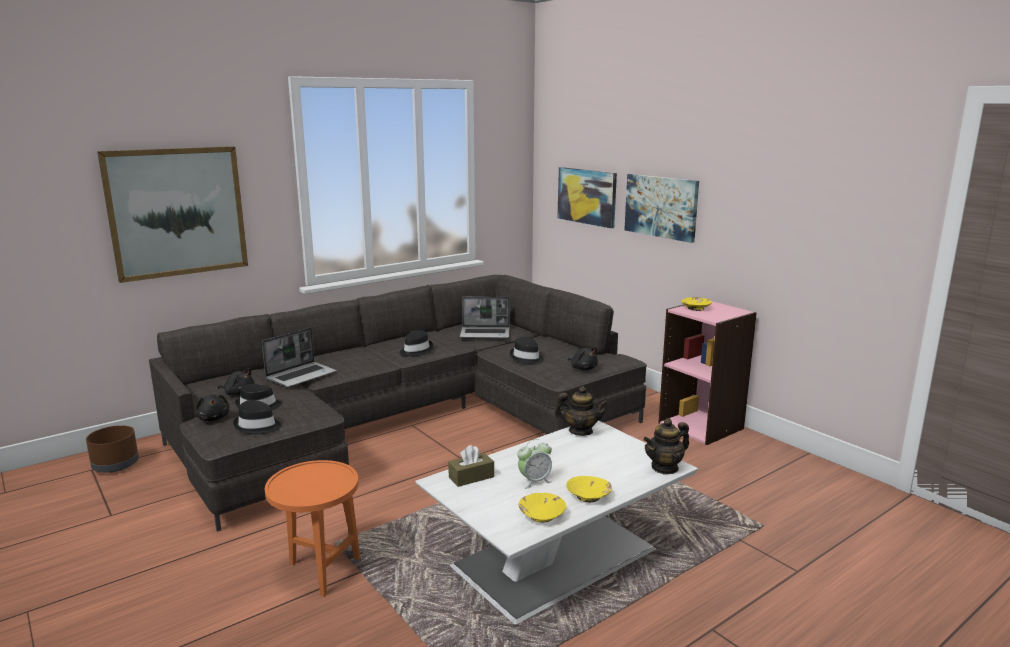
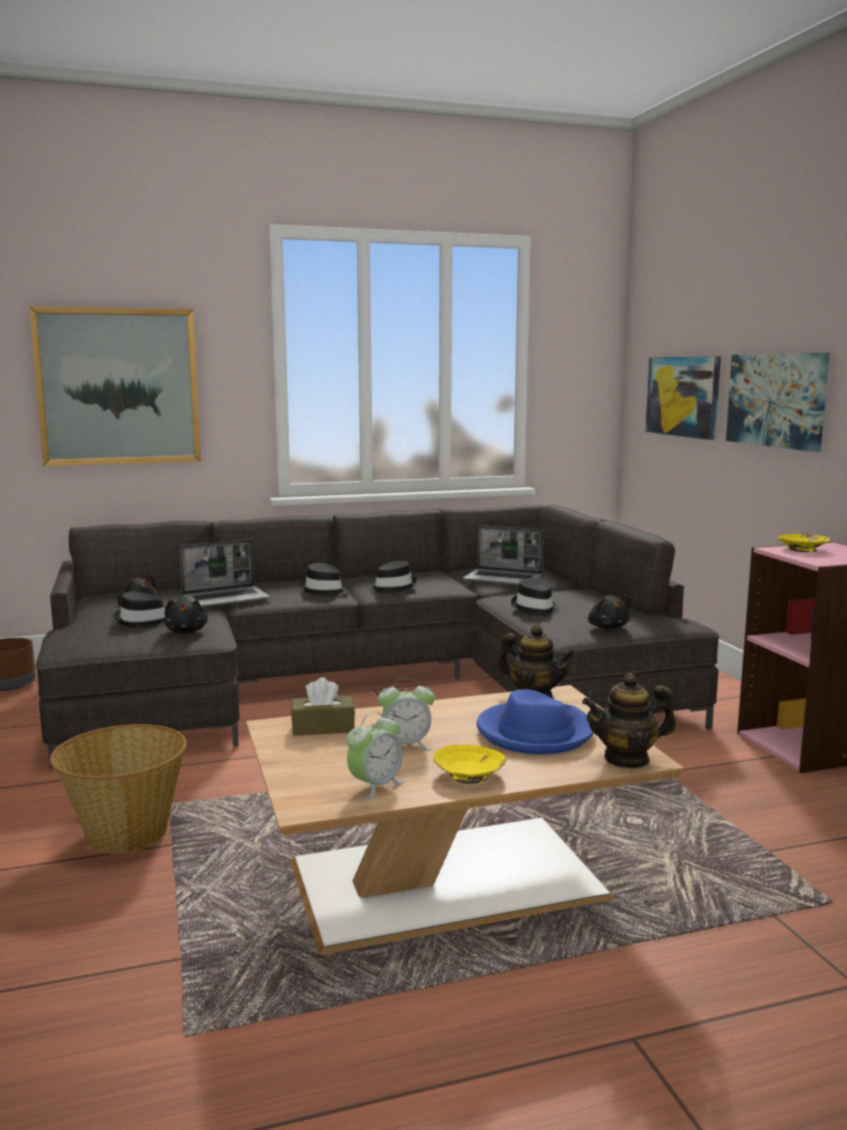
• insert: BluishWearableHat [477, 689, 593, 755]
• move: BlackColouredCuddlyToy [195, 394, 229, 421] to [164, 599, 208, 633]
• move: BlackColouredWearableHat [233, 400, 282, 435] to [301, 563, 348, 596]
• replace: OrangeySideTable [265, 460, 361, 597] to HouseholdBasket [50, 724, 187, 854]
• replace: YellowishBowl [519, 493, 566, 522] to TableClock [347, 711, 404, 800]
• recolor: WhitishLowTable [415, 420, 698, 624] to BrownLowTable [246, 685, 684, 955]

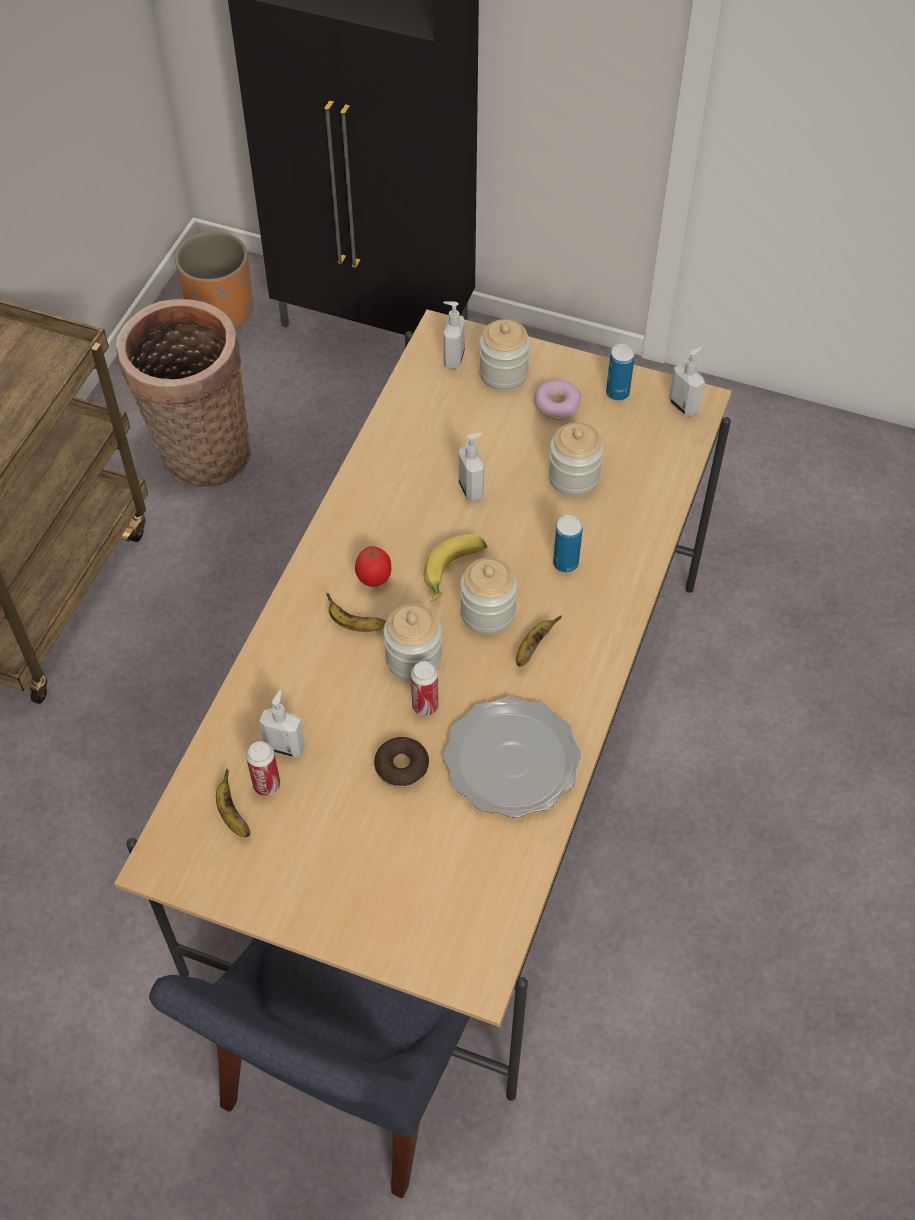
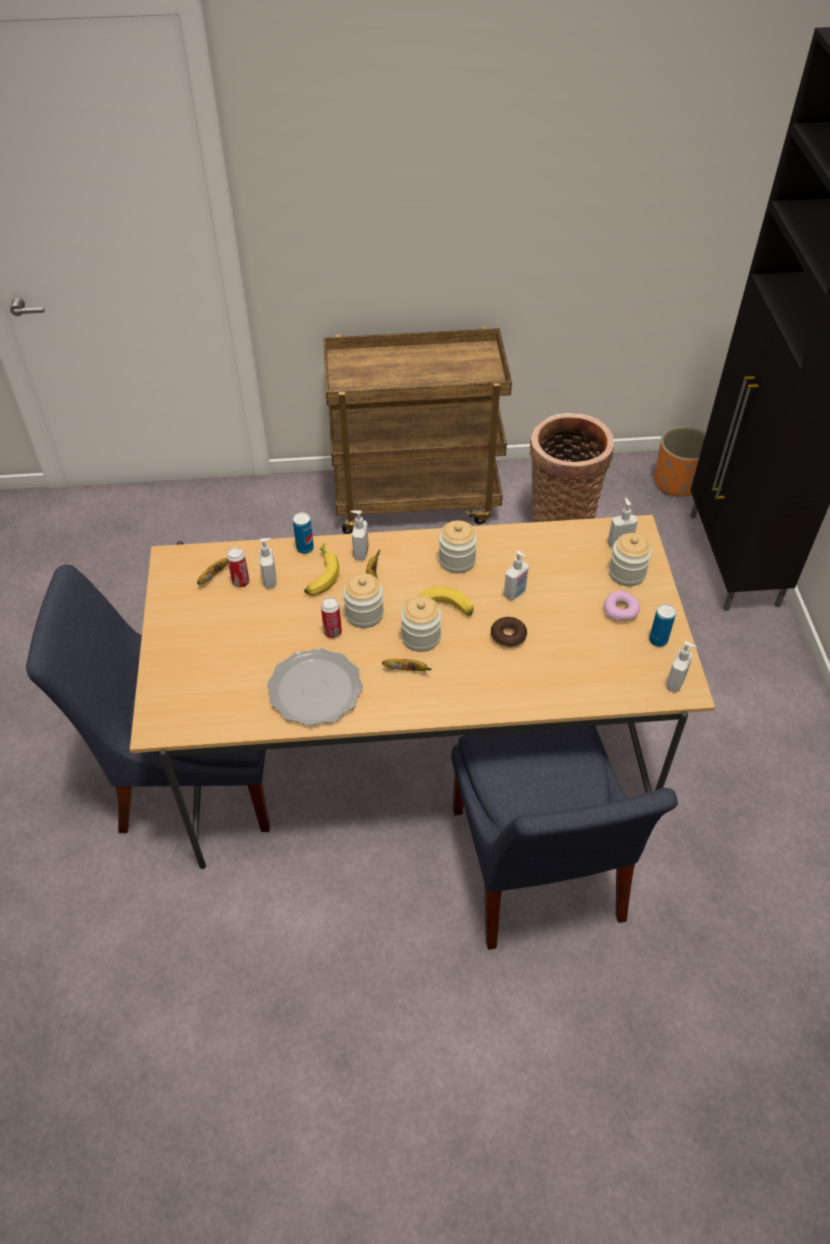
• delete: Tomato [355, 546, 391, 587]
• insert: Banana [304, 543, 339, 596]
• insert: SoapBottle [350, 510, 369, 560]
• insert: BluishUprightChair [451, 726, 678, 950]
• move: Doughnut [374, 737, 429, 788] to [491, 617, 527, 648]
• move: Jar [548, 422, 604, 496] to [439, 520, 477, 574]
• move: SealedCan [553, 515, 583, 573] to [293, 512, 314, 554]

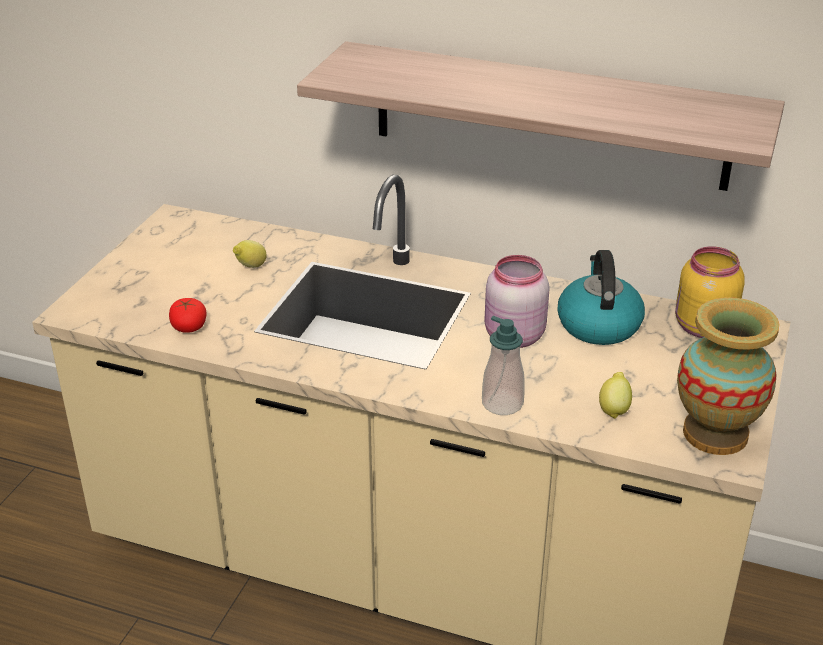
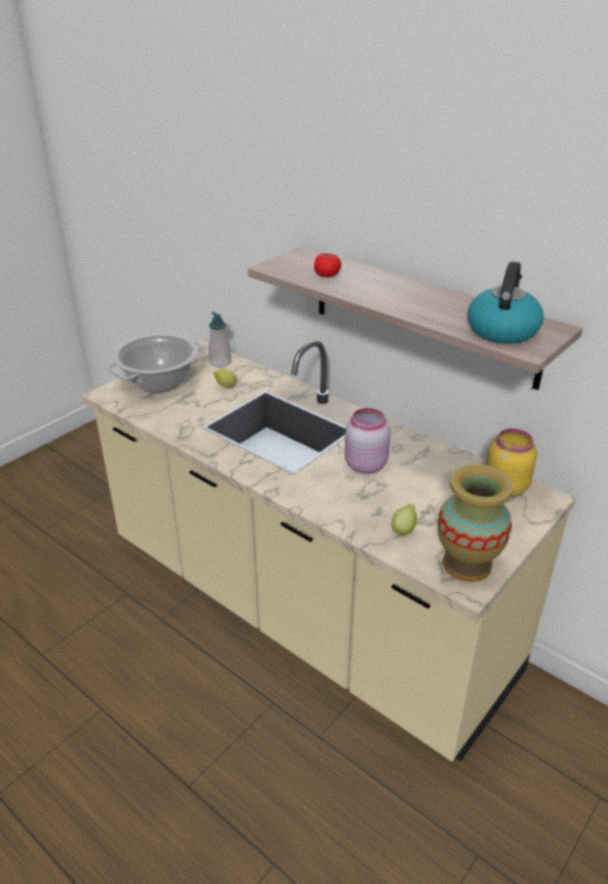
• insert: CookingPot [107, 334, 204, 393]
• move: Tomato [169, 298, 206, 333] to [314, 253, 341, 277]
• move: SoapBottle [482, 316, 525, 415] to [208, 312, 231, 367]
• move: WaterKettle [558, 250, 645, 345] to [468, 262, 544, 344]

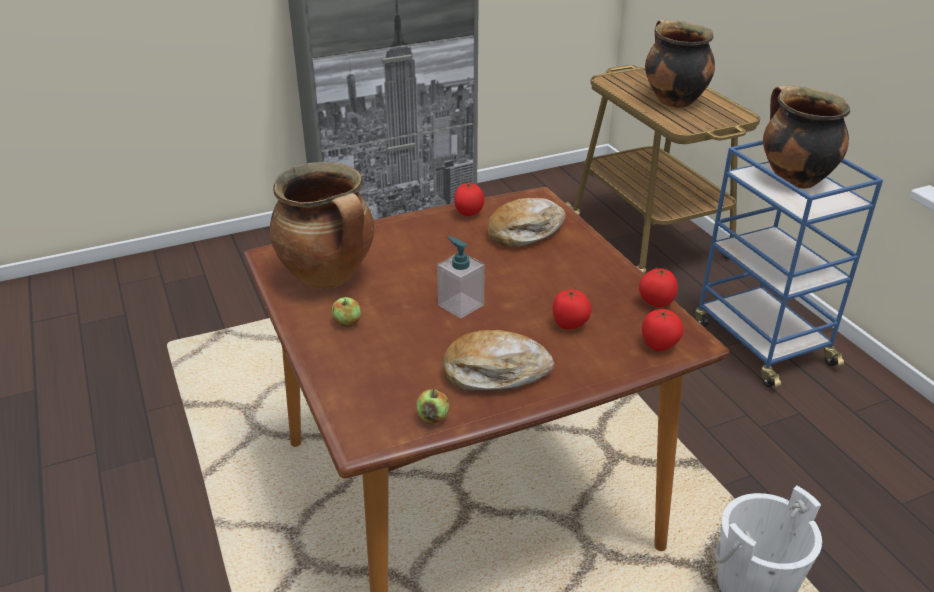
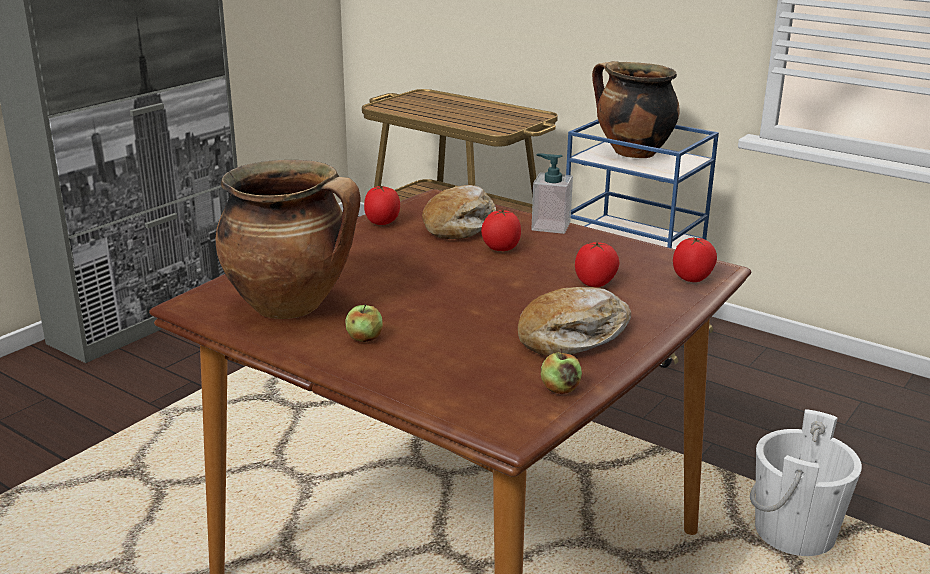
• delete: CookingPot [645, 20, 715, 108]
• move: SoapBottle [437, 236, 485, 319] to [531, 153, 573, 234]
• move: Tomato [639, 268, 678, 307] to [481, 209, 521, 251]

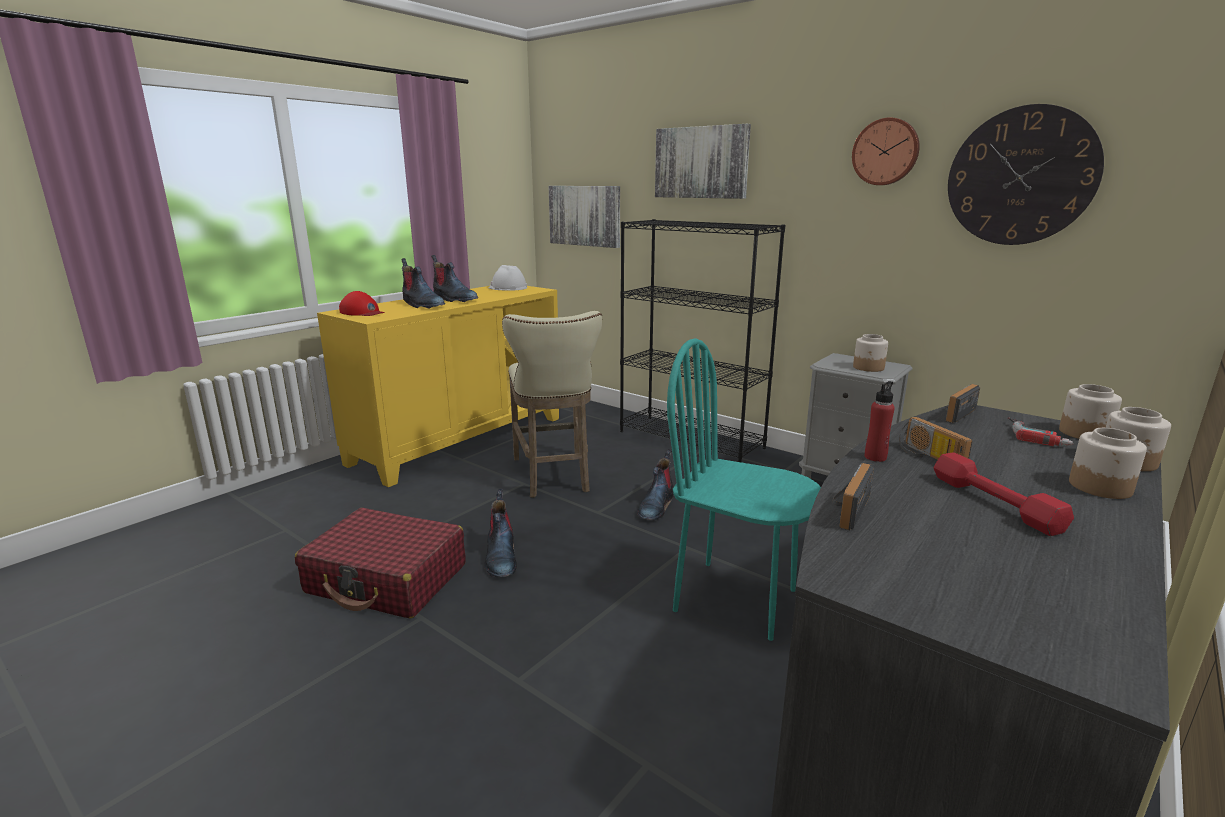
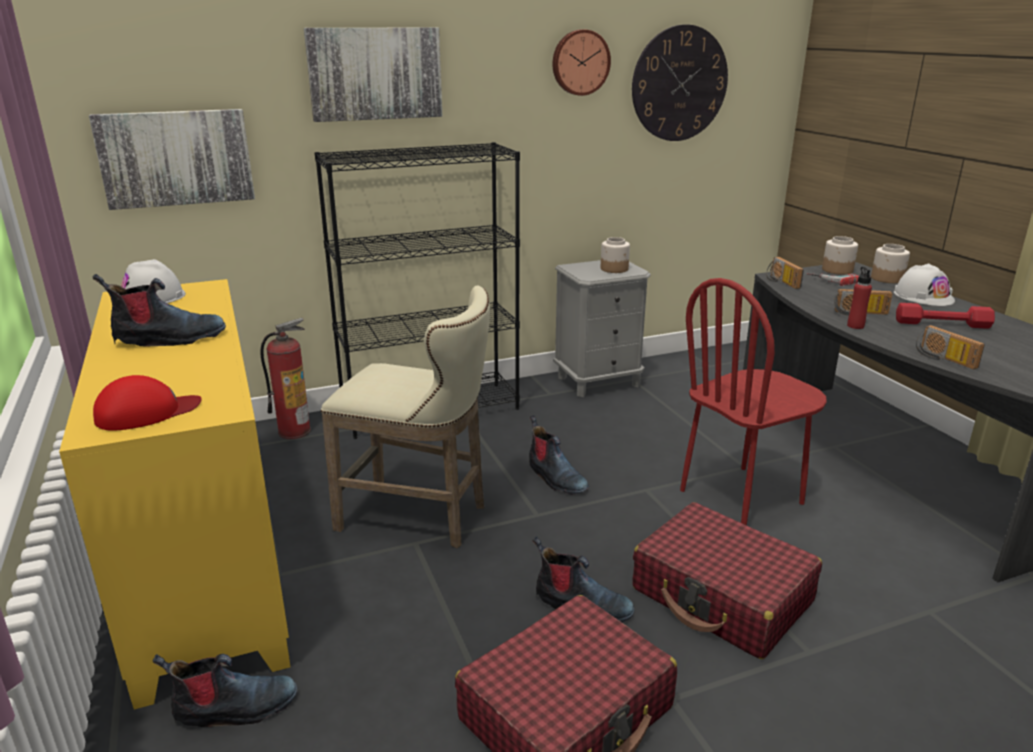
• insert: Extinguisher [261, 318, 311, 439]
• insert: RedColouredPieceOfLuggage [633, 502, 822, 659]
• move: HighTopBoot [401, 258, 445, 308] to [153, 654, 298, 727]
• replace: Jar [1069, 428, 1147, 499] to WhitishWorkHelmet [894, 263, 955, 306]
• recolor: BlueGreenUprightChair [667, 338, 821, 641] to RedColouredUprightChair [680, 278, 827, 525]

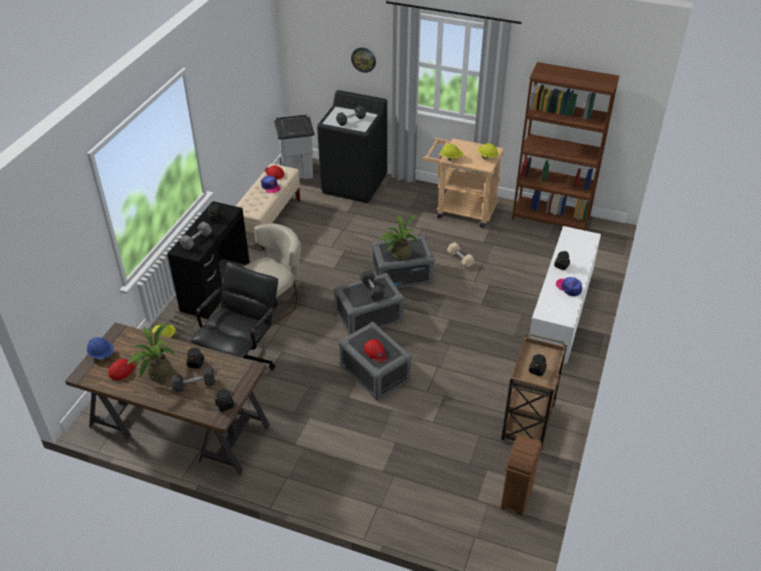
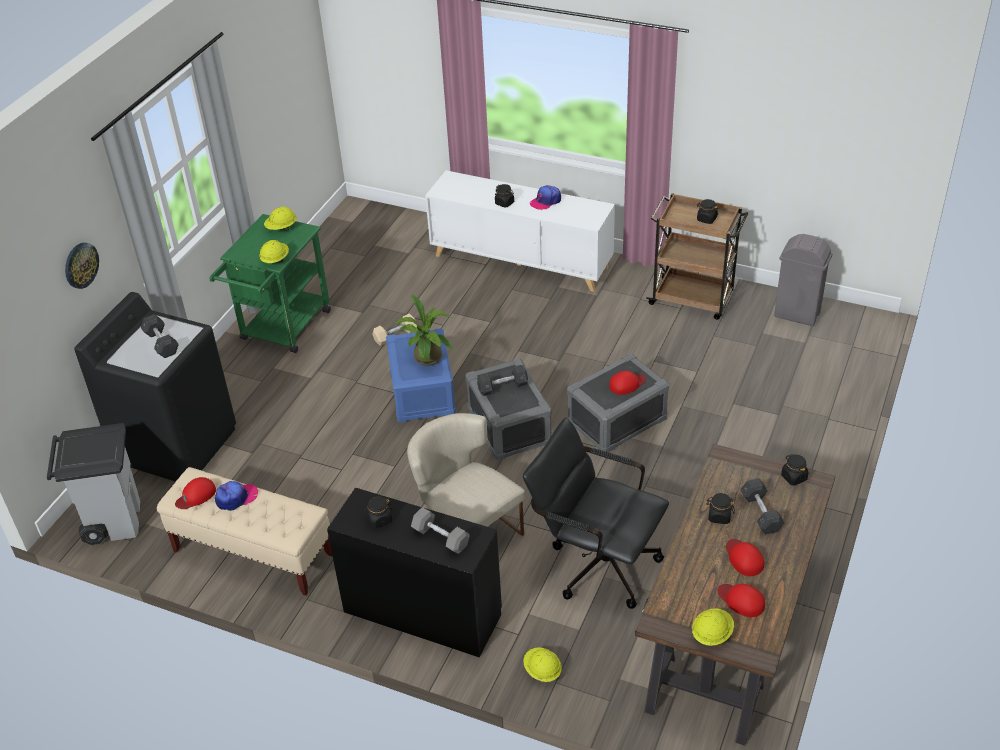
• delete: BrownBookshelf [512, 62, 619, 231]
• replace: PlantInAPot [126, 323, 175, 380] to RedColouredCap [726, 539, 764, 576]
• recolor: BluishWorkHelmet [87, 337, 114, 359] to YellowishWorkHelmet [692, 608, 734, 646]
• recolor: GreyStorageBox [372, 236, 435, 288] to BluishStorageBox [386, 328, 456, 422]
• recolor: SandColouredCart [423, 138, 504, 228] to GreenCart [210, 214, 331, 353]
• recolor: BrownRubbishBin [501, 435, 543, 516] to GreyRubbishBin [774, 234, 832, 326]

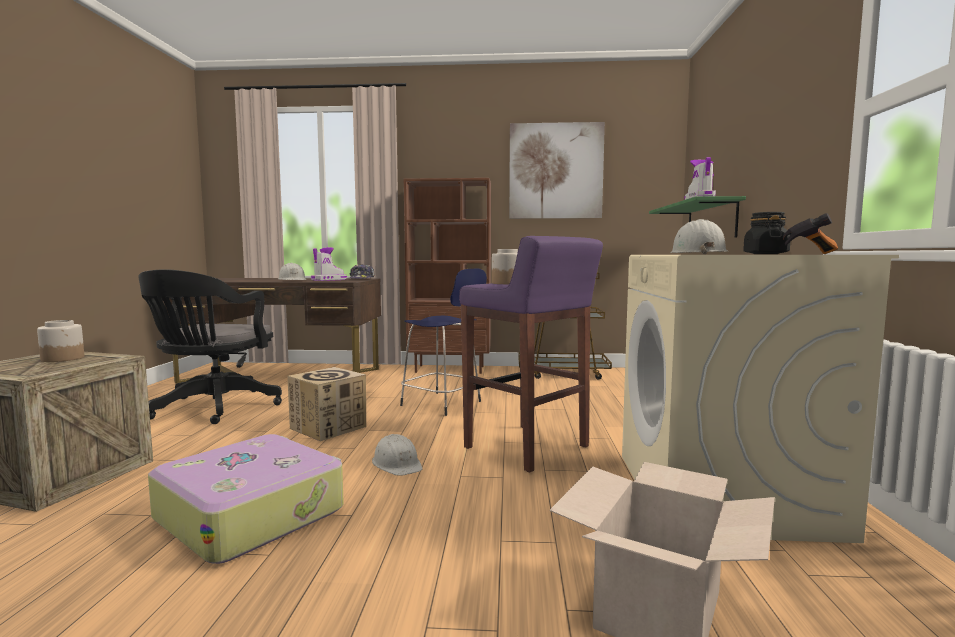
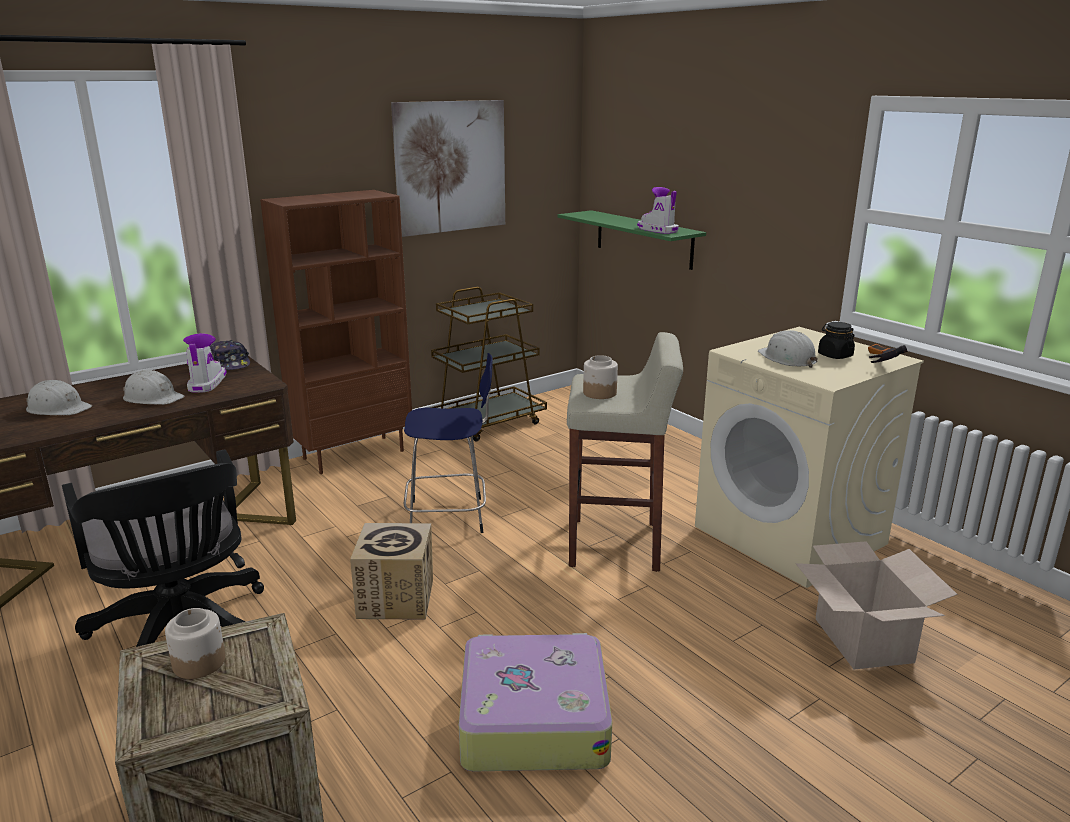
• move: WhitishWorkHelmet [372, 434, 422, 476] to [26, 380, 92, 415]
• recolor: PurpleColouredStoolSeat [459, 236, 603, 472] to SandColouredStoolSeat [567, 332, 683, 572]

